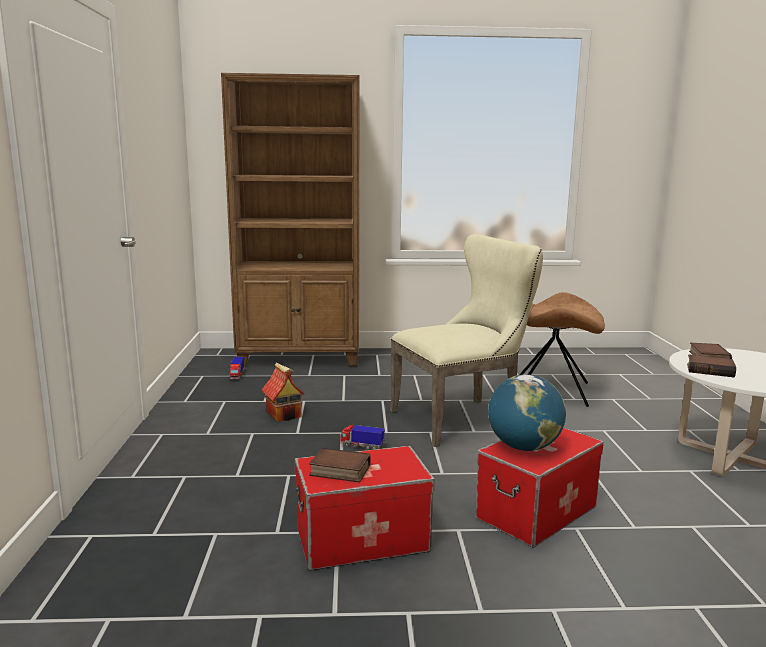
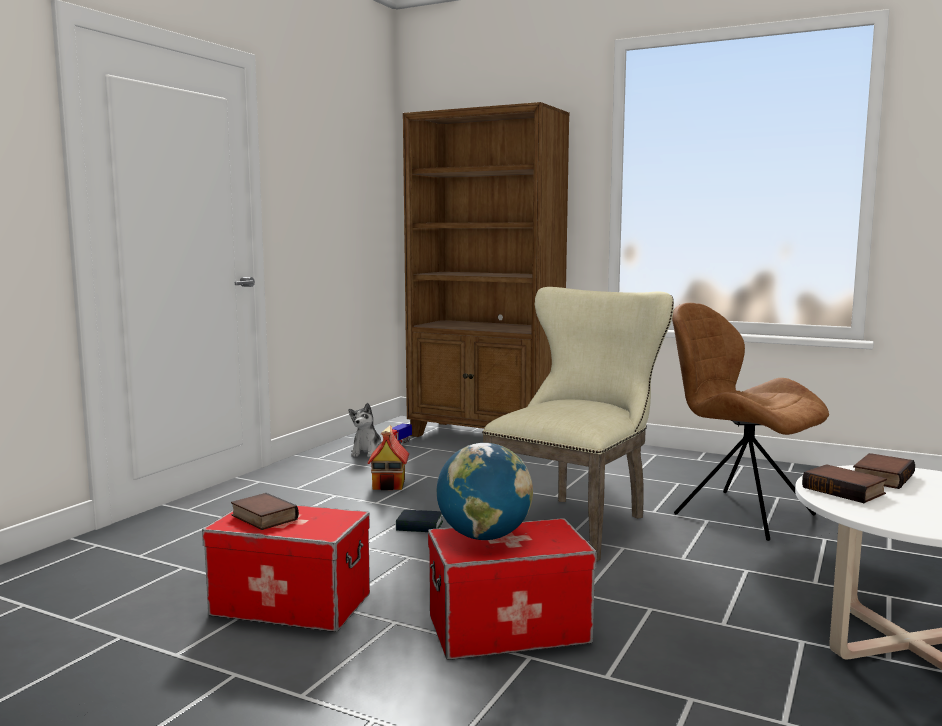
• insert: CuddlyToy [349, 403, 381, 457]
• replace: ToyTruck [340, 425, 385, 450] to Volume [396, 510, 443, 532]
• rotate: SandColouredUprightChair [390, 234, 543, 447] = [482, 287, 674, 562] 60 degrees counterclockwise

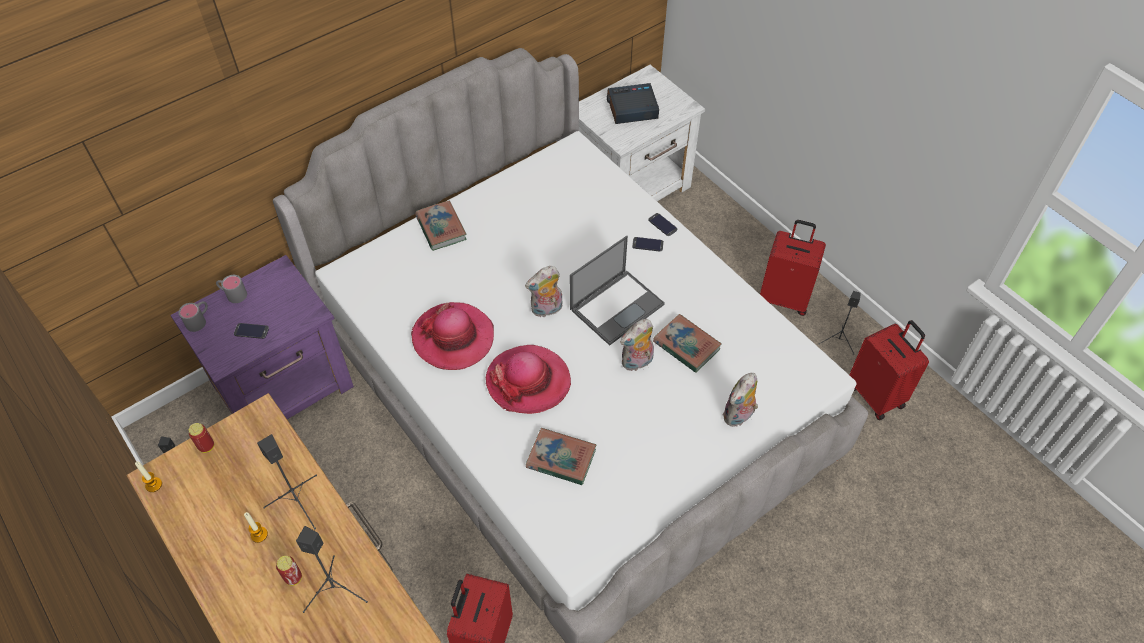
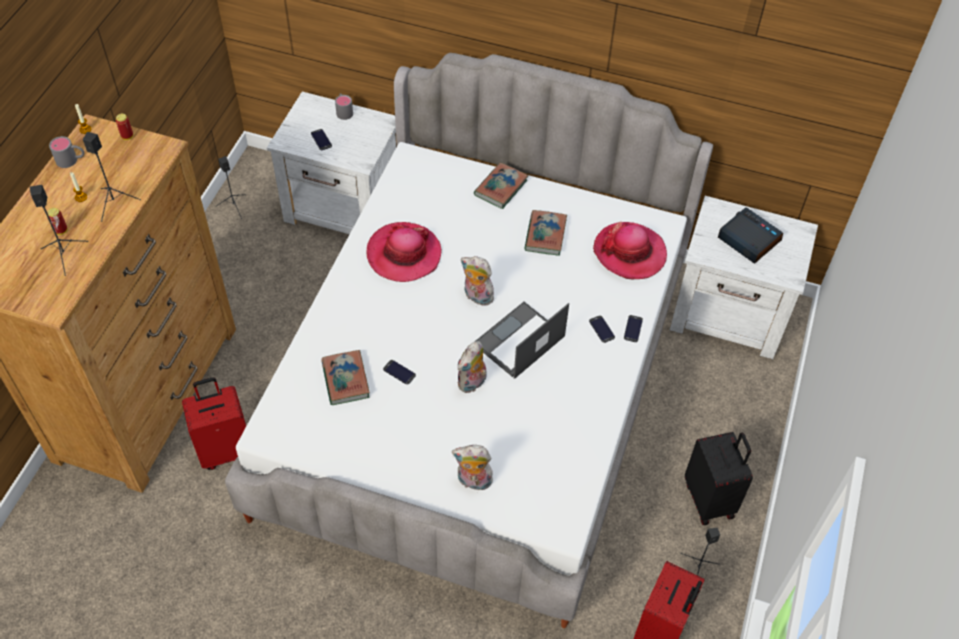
• insert: Phone [383, 360, 416, 385]
• move: GreyCoffeeMug [179, 301, 208, 332] to [49, 136, 84, 168]
• move: WearableHat [486, 345, 571, 414] to [593, 222, 667, 279]
• move: Volume [653, 314, 722, 373] to [524, 210, 567, 256]
• recolor: PurpleColouredBedsideTable [171, 255, 354, 419] to WhitishBedsideTable [267, 92, 397, 234]
• recolor: RedColouredPieceOfLuggage [760, 220, 826, 316] to BlackColouredPieceOfLuggage [685, 432, 753, 525]
• rotate: Laptop [570, 236, 665, 346] = [474, 302, 569, 379] 120 degrees clockwise
• rotate: CuddlyToy [620, 319, 654, 372] = [458, 341, 487, 393] 75 degrees counterclockwise

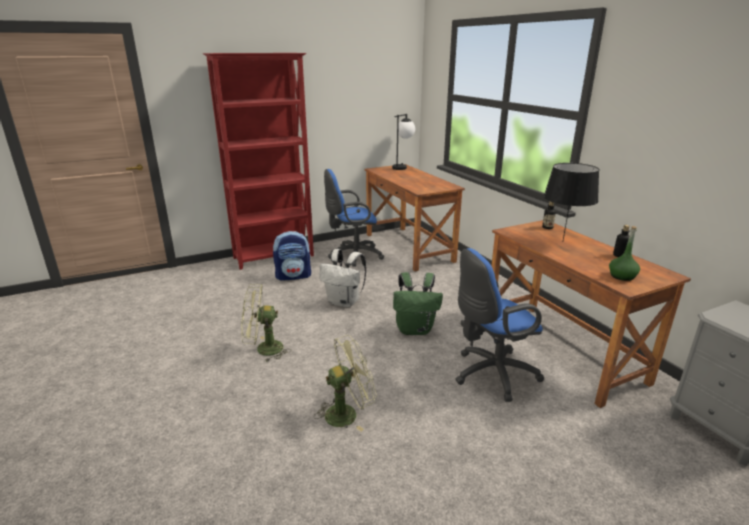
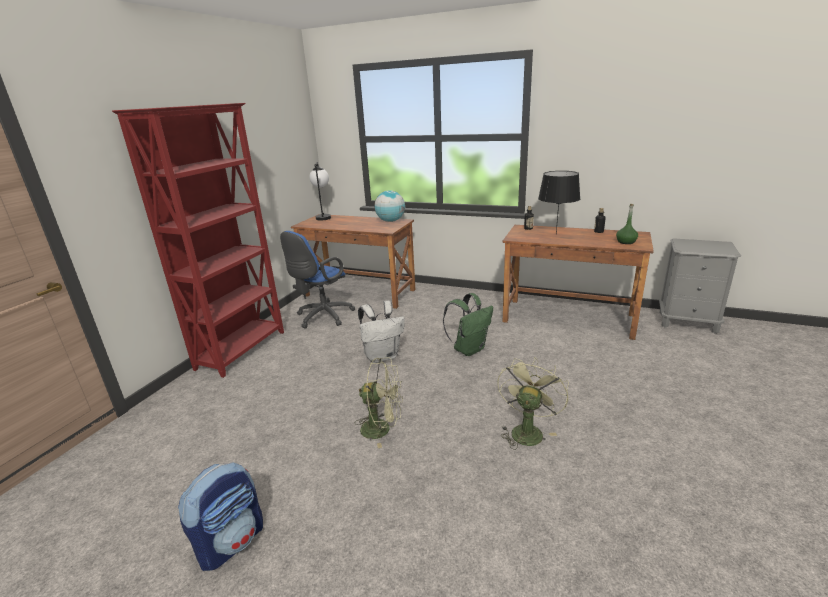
• delete: BluishDeskChair [455, 248, 544, 402]
• insert: Globe [374, 190, 405, 222]
• move: Knapsack [273, 231, 311, 281] to [178, 462, 263, 571]
• rotate: GreenCoolingFan [241, 284, 291, 362] = [355, 357, 403, 448] 120 degrees counterclockwise

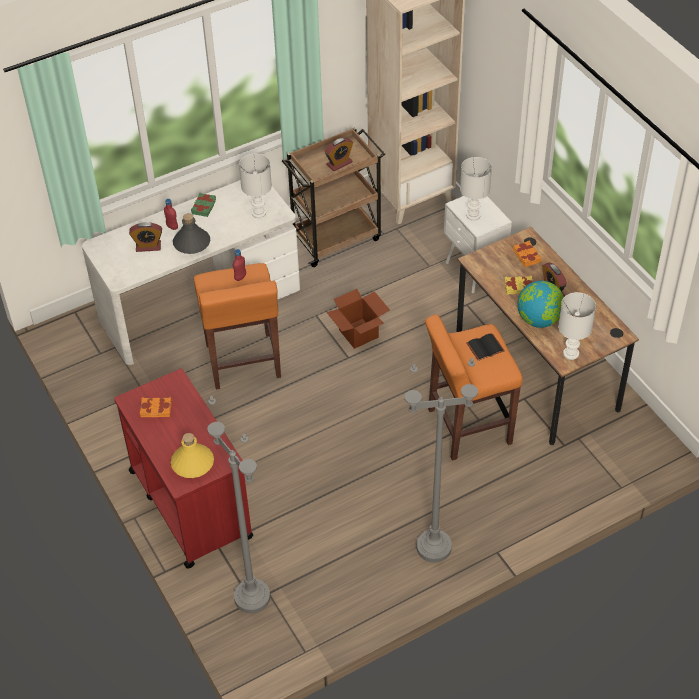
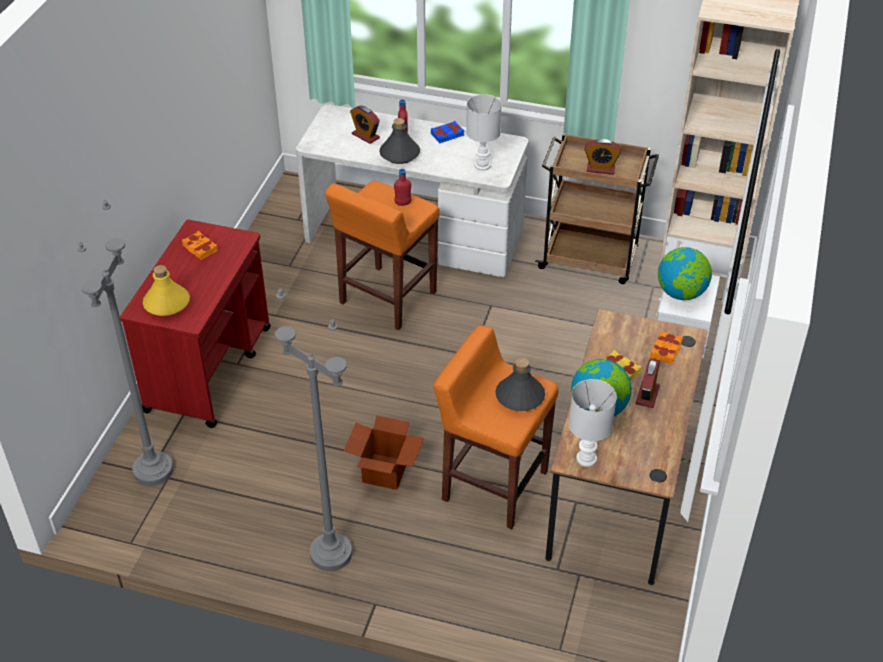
• move: Carton [326, 289, 390, 349] to [344, 416, 424, 490]
• replace: WhitishLampForATable [460, 157, 492, 221] to Globe [658, 247, 712, 300]
• replace: BlackColouredVolume [466, 333, 505, 361] to GreyBeverageBottle [495, 358, 545, 411]
• recolor: GreenVolume [191, 193, 216, 217] to BluishVolume [431, 121, 464, 143]

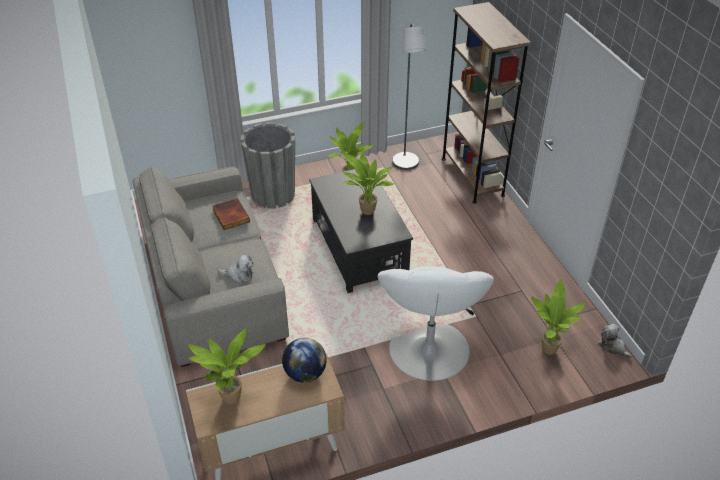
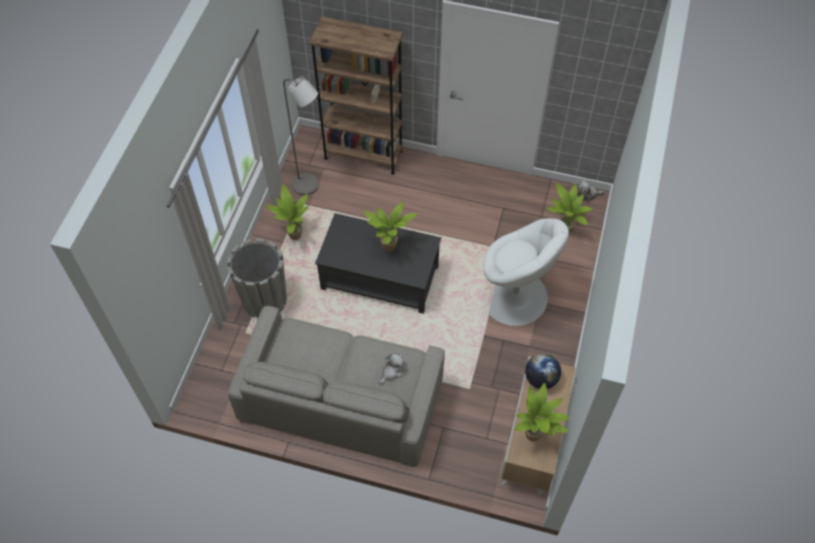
• delete: Volume [212, 198, 250, 230]

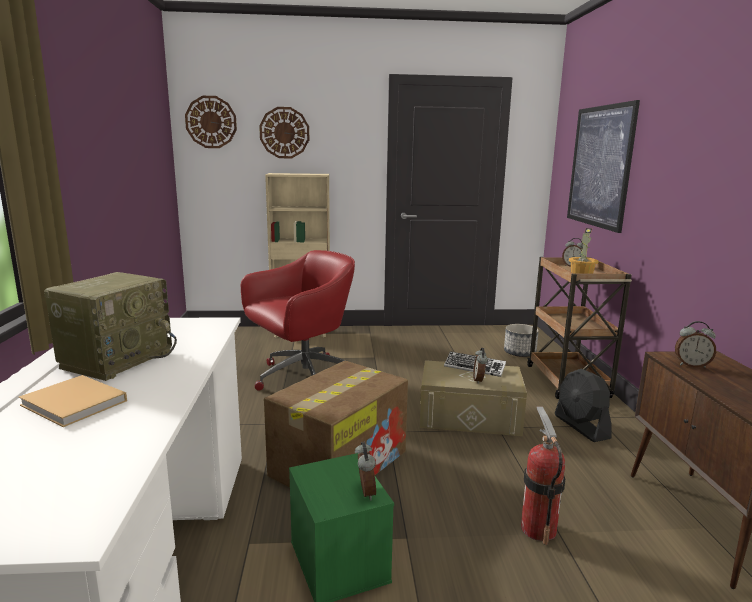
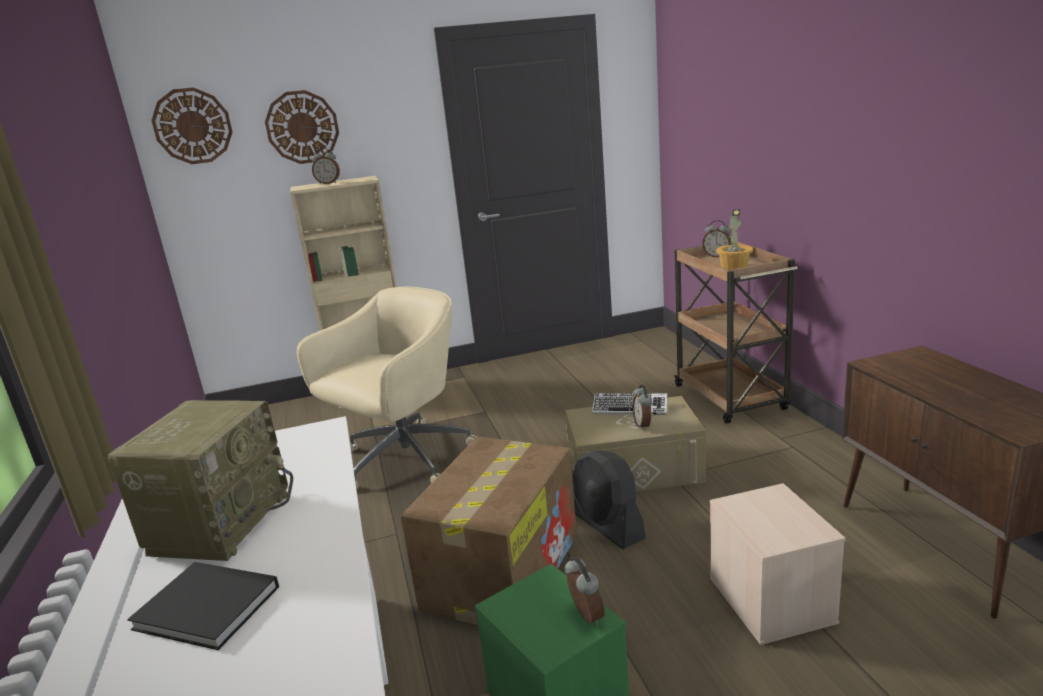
• delete: PlantPot [504, 324, 539, 357]
• delete: Picture [567, 100, 640, 233]
• move: BlackColouredCoolingFan [555, 369, 612, 442] to [572, 450, 646, 549]
• move: TableClock [675, 321, 716, 368] to [312, 148, 340, 185]
• replace: Extinguisher [521, 407, 565, 545] to SandColouredStorageBox [710, 483, 846, 645]
• recolor: SandColouredVolume [19, 375, 127, 427] to BlackColouredVolume [127, 562, 279, 650]
• recolor: RedColouredDeskChair [241, 250, 355, 391] to SandColouredDeskChair [297, 287, 476, 489]

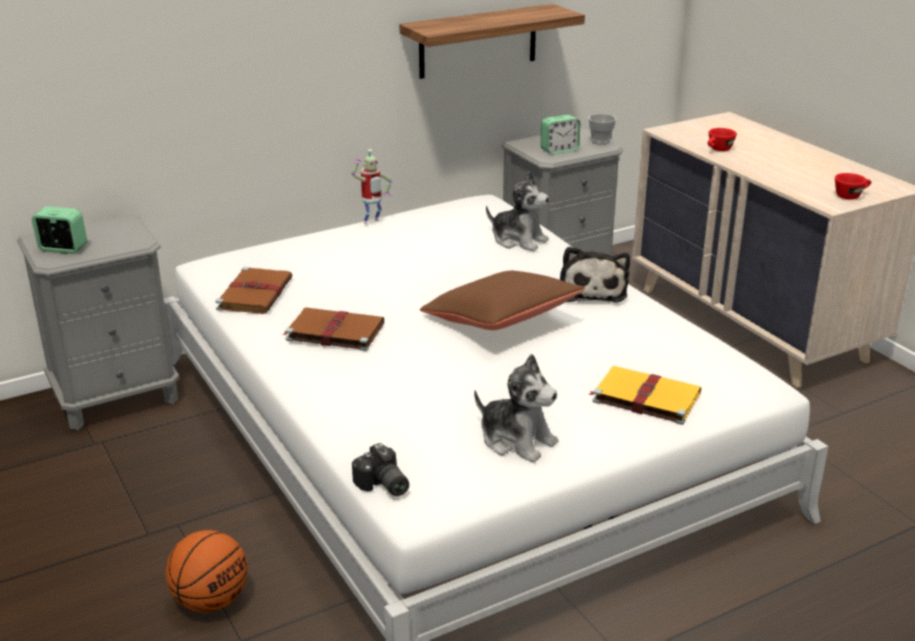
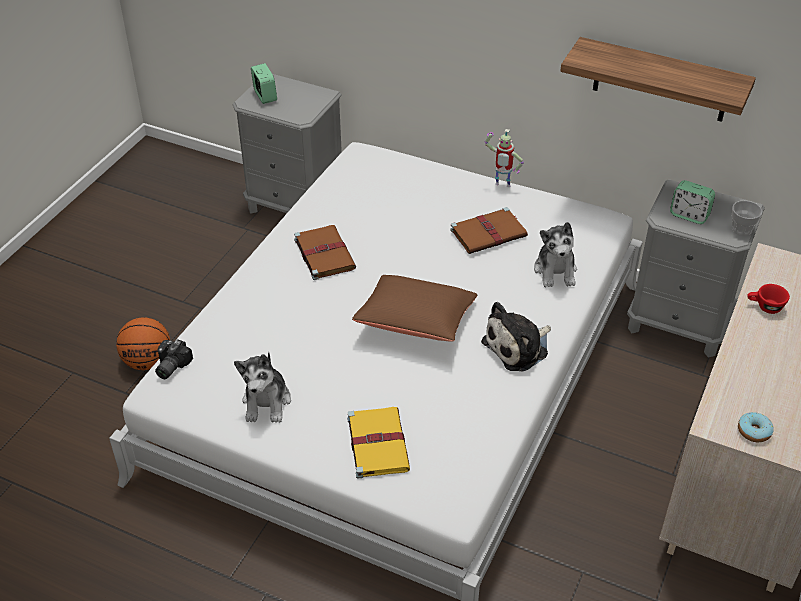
• move: BrownVolume [216, 267, 292, 314] to [450, 207, 528, 254]
• replace: RedColouredCup [835, 173, 871, 199] to Doughnut [738, 412, 774, 442]

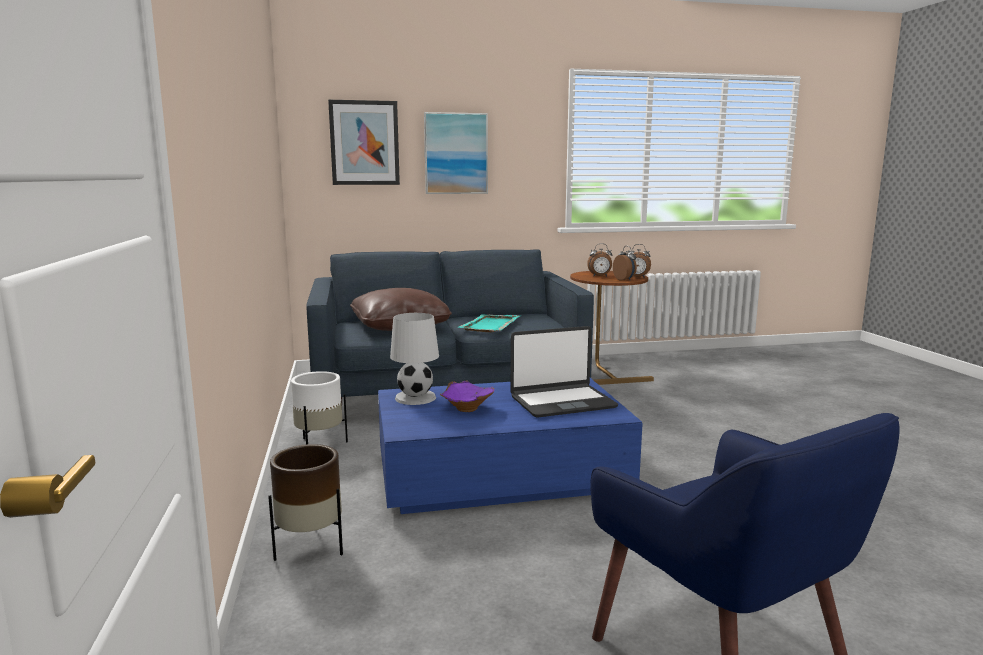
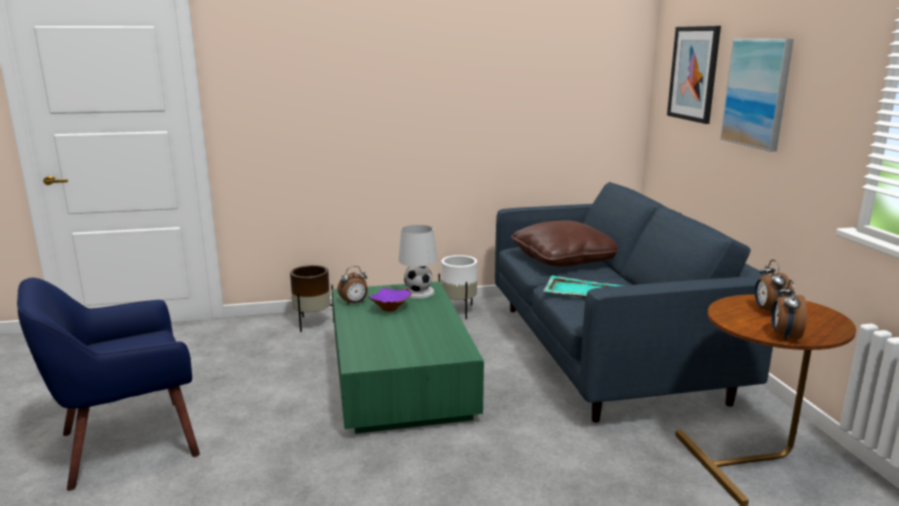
• delete: Laptop [511, 326, 618, 418]
• move: TableClock [613, 246, 637, 280] to [337, 266, 368, 305]
• recolor: BluishLowTable [378, 378, 643, 514] to GreenLowTable [332, 281, 484, 434]

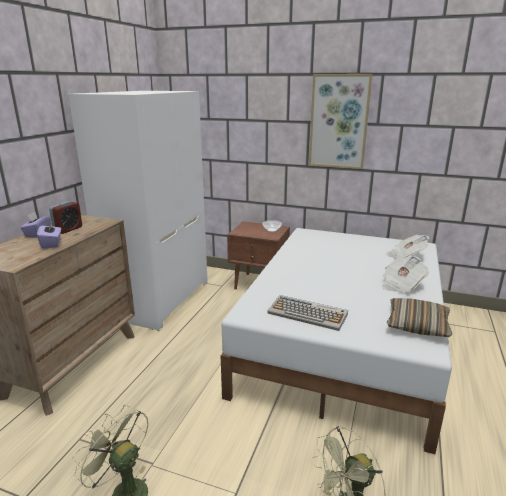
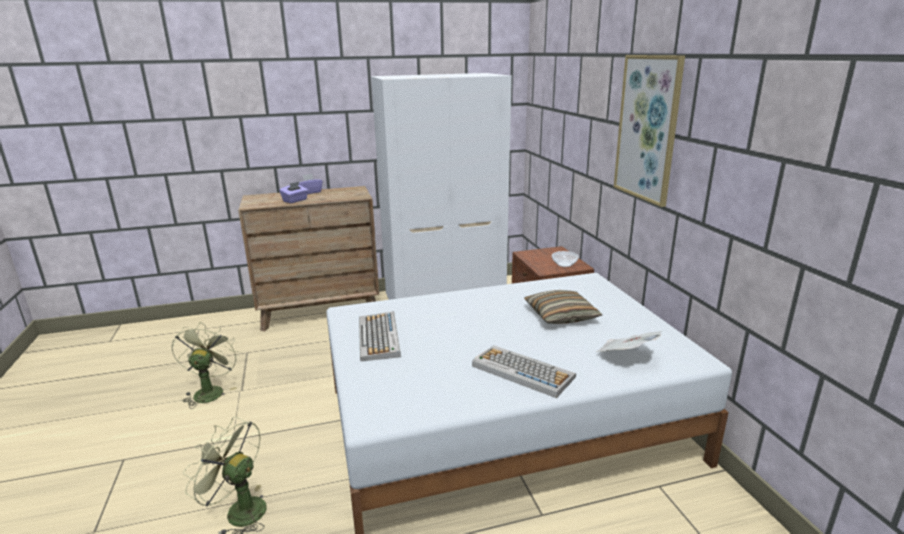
• delete: TableClock [49, 201, 82, 234]
• move: Pillow [387, 298, 452, 337] to [524, 290, 602, 324]
• replace: Newspaper [382, 256, 428, 293] to PcKeyboard [472, 345, 576, 398]

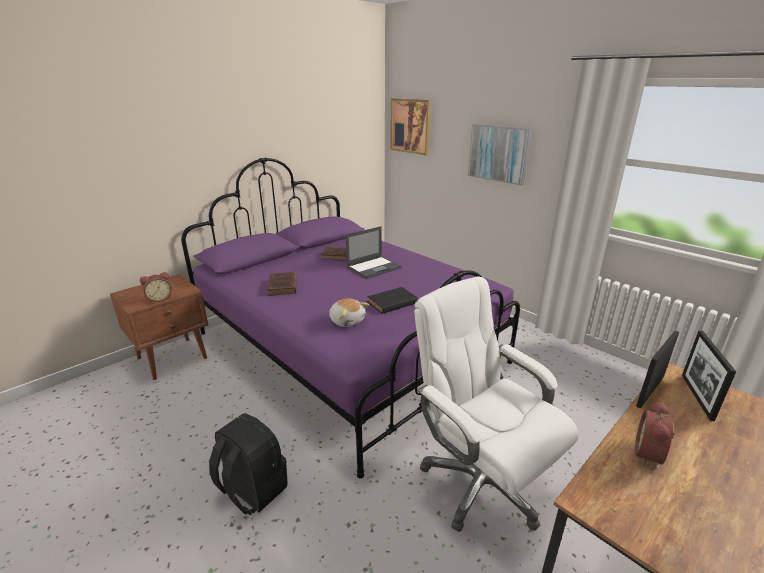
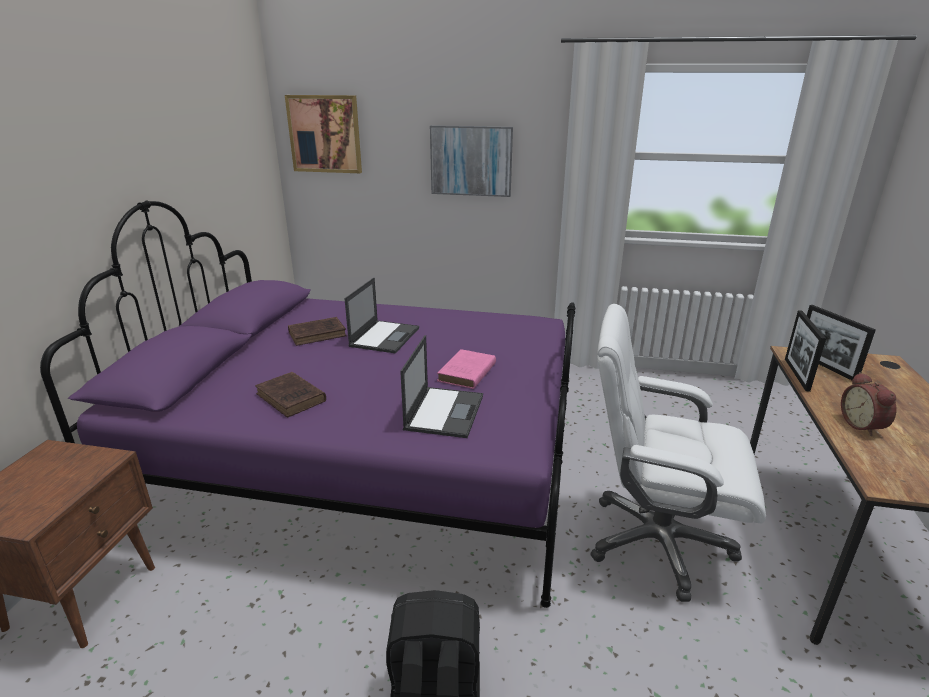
• delete: TableClock [140, 272, 172, 303]
• replace: CuddlyToy [329, 299, 369, 327] to Laptop [400, 335, 483, 438]
• recolor: BlackColouredVolume [367, 287, 418, 314] to PinkVolume [437, 349, 496, 389]

